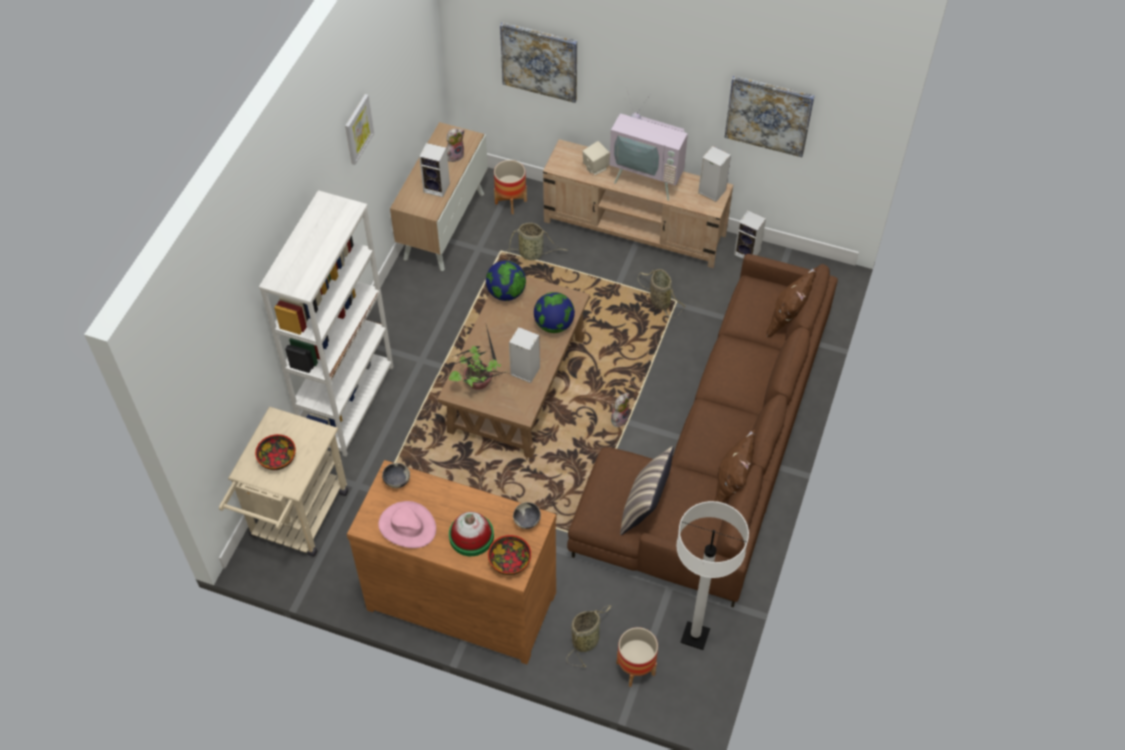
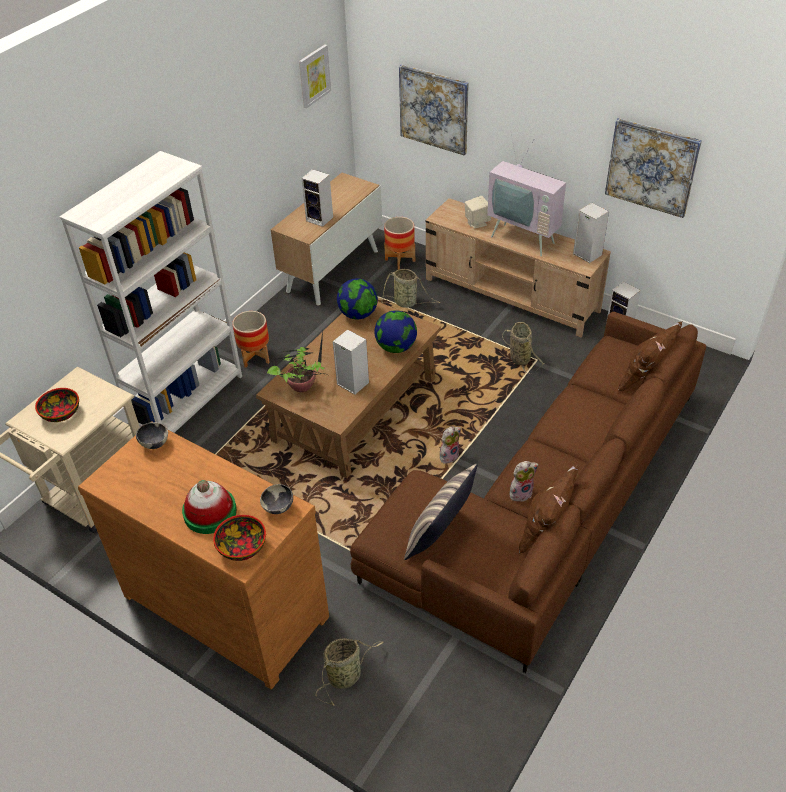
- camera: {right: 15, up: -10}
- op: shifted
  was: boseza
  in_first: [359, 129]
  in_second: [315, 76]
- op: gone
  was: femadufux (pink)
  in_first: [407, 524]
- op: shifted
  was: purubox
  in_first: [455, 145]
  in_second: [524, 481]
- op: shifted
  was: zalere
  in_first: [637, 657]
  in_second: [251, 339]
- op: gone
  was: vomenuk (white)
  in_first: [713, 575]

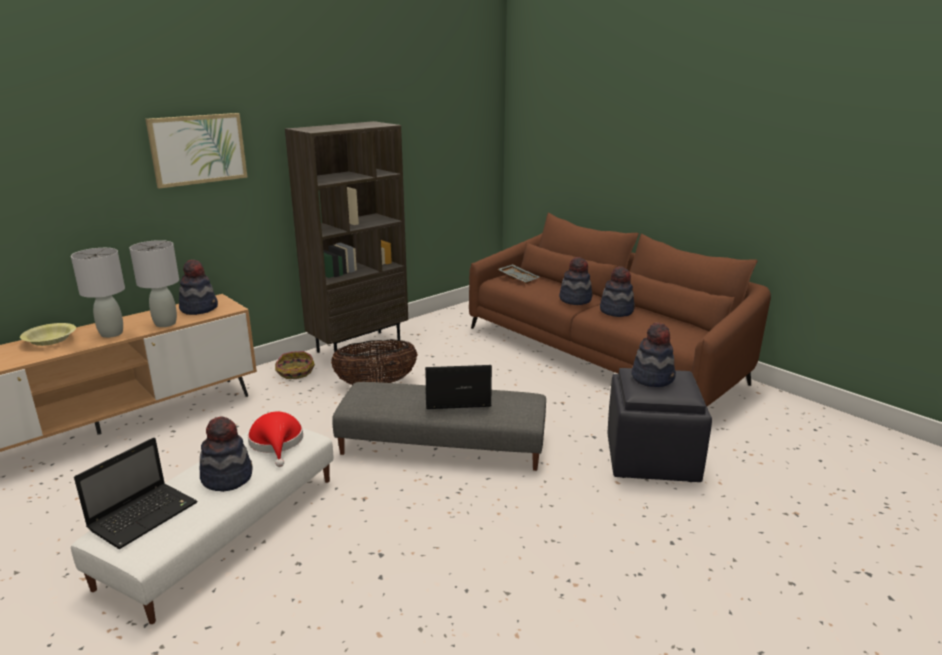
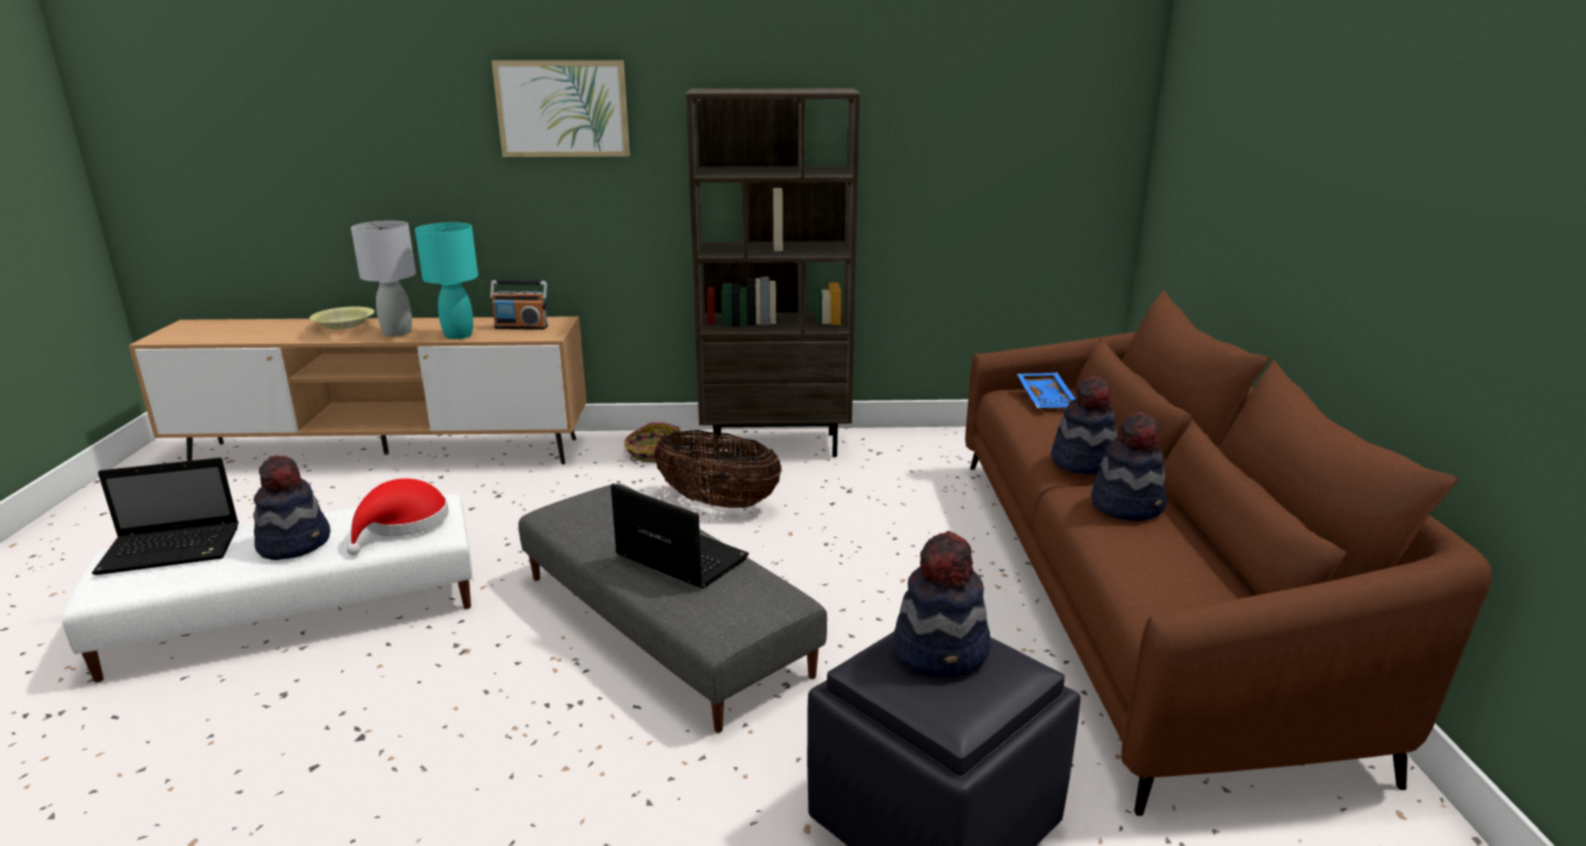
- camera: {right: 40, up: 0}
- op: repainted
  was: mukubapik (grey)
  now: mukubapik (turquoise)
  in_first: [154, 283]
  in_second: [446, 280]
- op: swapped
  was: femadufux
  now: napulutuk
  in_first: [198, 287]
  in_second: [519, 305]
- op: repainted
  was: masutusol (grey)
  now: masutusol (blue)
  in_first: [519, 274]
  in_second: [1046, 392]

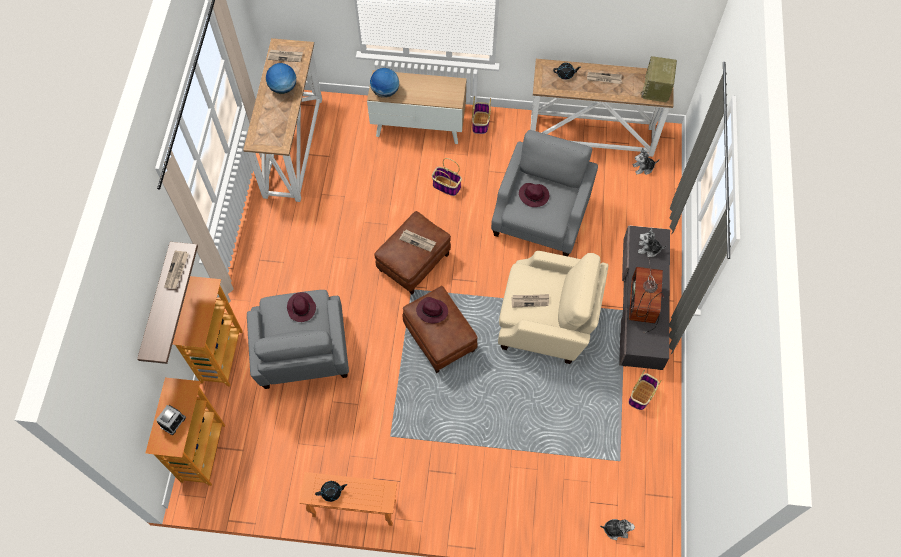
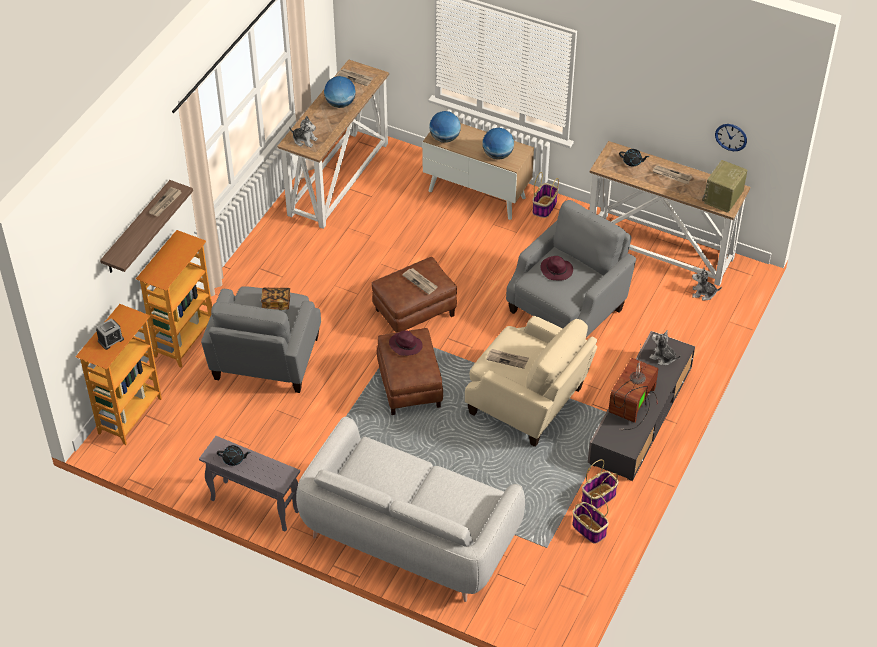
- camera: {right: 20, up: -15}
- op: swapped
  was: femadufux (purple)
  now: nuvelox
  in_first: [301, 307]
  in_second: [275, 299]
- op: repainted
  was: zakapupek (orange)
  now: zakapupek (grey)
  in_first: [348, 499]
  in_second: [249, 483]
- op: shifted
  was: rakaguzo
  in_first: [447, 177]
  in_second: [590, 518]
- op: shifted
  was: purubox
  in_first: [617, 529]
  in_second: [303, 131]
- op: new
  now: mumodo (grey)
  in_second: [410, 509]
- op: new
  now: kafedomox
  in_second: [498, 144]
- op: new
  now: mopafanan
  in_second: [731, 137]

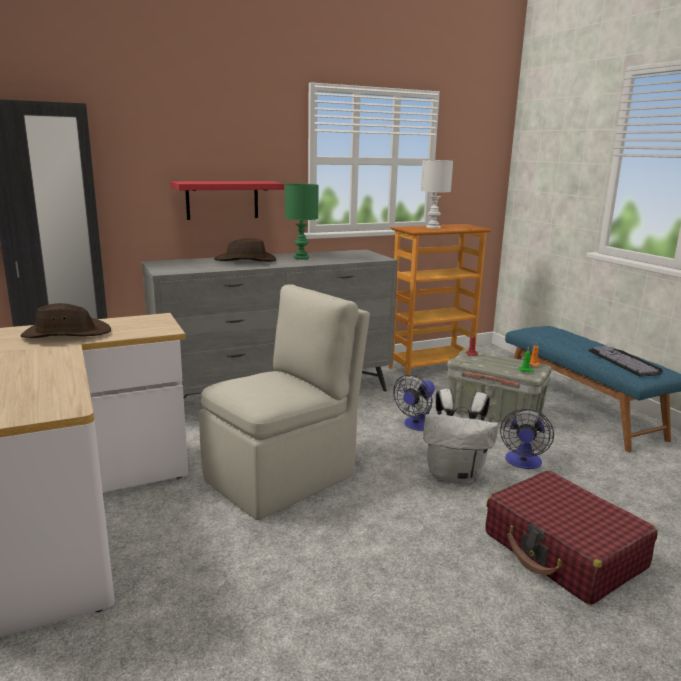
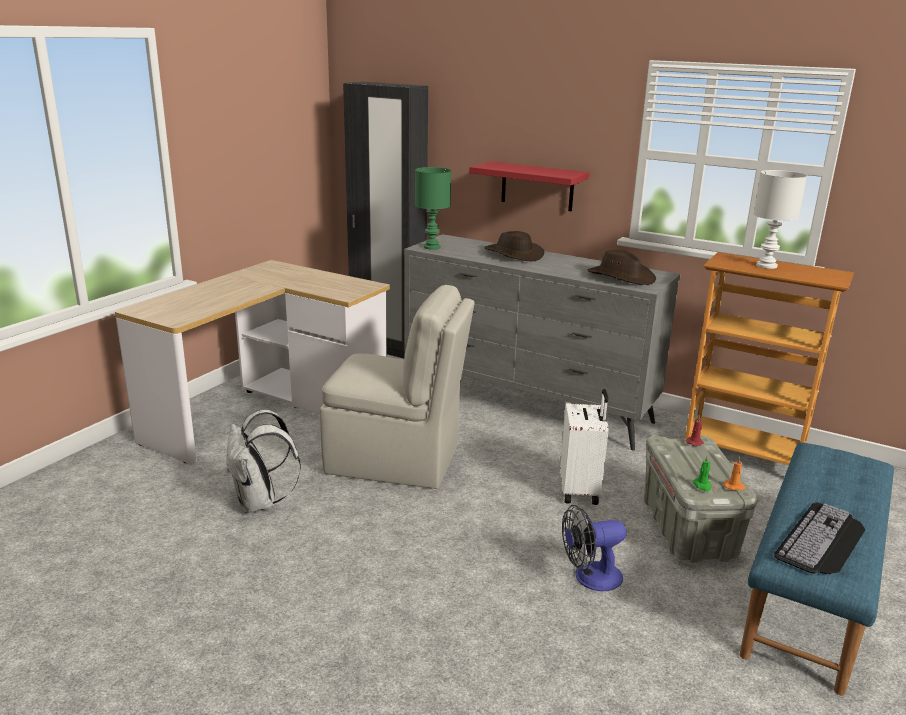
- camera: {right: 55, up: 5}
- op: shifted
  was: femadufux (brown)
  in_first: [66, 320]
  in_second: [622, 267]
- op: shifted
  was: mukubapik (green)
  in_first: [302, 221]
  in_second: [433, 208]
- op: swapped
  was: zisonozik
  now: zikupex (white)
  in_first: [414, 402]
  in_second: [584, 447]
- op: shifted
  was: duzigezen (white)
  in_first: [460, 437]
  in_second: [263, 462]
- op: gone
  was: zikupex (red)
  in_first: [572, 538]

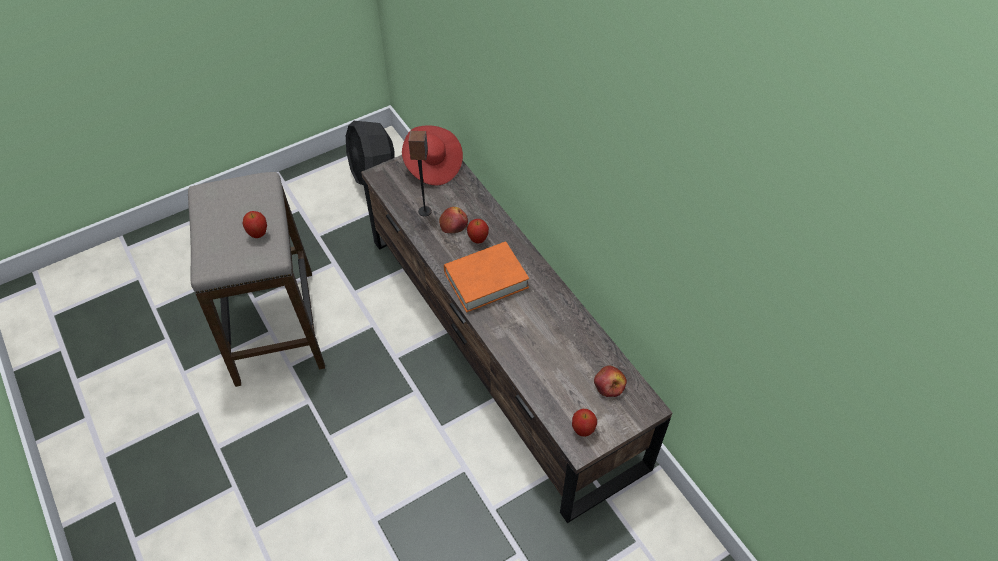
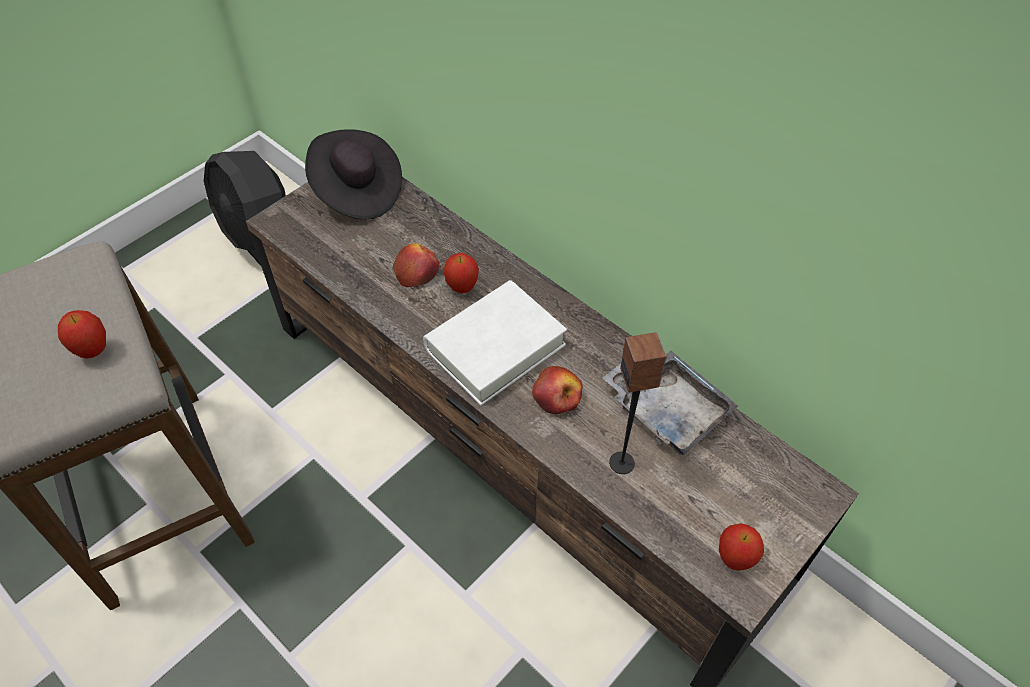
- camera: {right: -15, up: 0}
- op: repainted
  was: femadufux (red)
  now: femadufux (black)
  in_first: [432, 156]
  in_second: [353, 174]
- op: shifted
  was: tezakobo
  in_first: [420, 173]
  in_second: [638, 403]
- op: repainted
  was: nuvelox (orange)
  now: nuvelox (white)
  in_first: [486, 277]
  in_second: [495, 343]
- op: shifted
  was: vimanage
  in_first: [610, 381]
  in_second: [557, 390]
- op: new
  now: masutusol (grey)
  in_second: [670, 403]

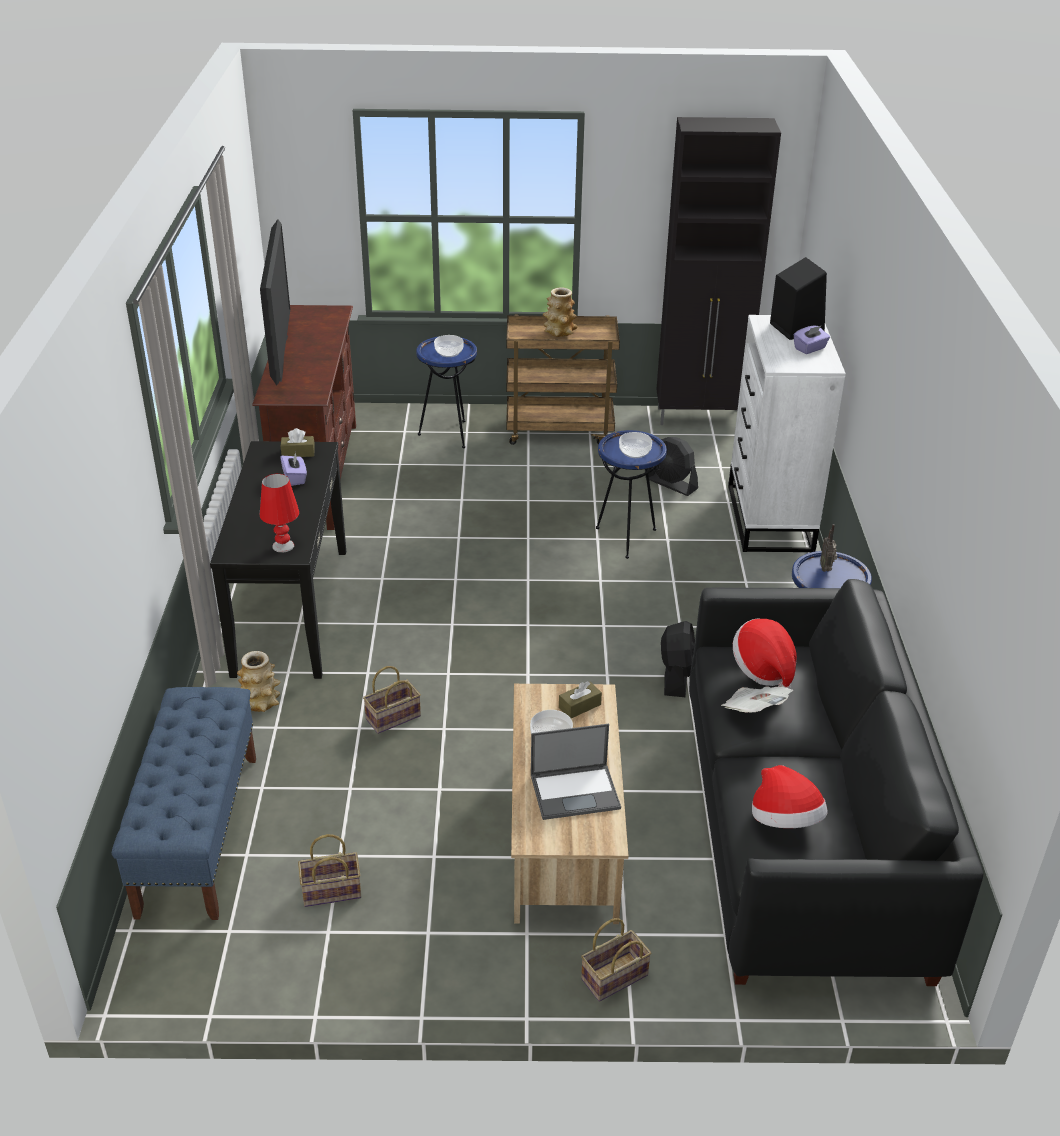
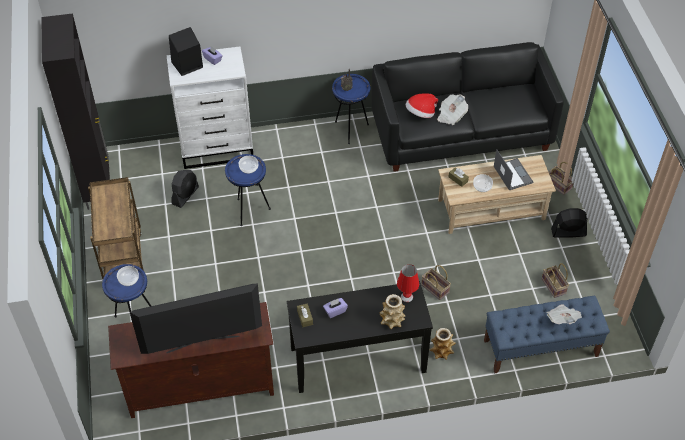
- camera: {right: -100, up: 15}
- op: shifted
  was: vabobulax
  in_first: [560, 312]
  in_second: [392, 311]
- op: shifted
  was: zisonozik (black)
  in_first: [678, 659]
  in_second: [569, 223]
- op: gone
  was: femadufux
  in_first: [789, 796]
- op: new
  now: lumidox
  in_second: [564, 314]

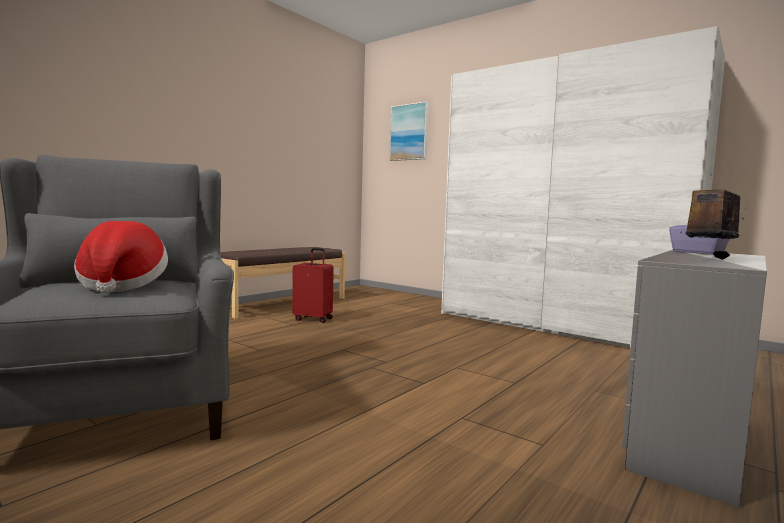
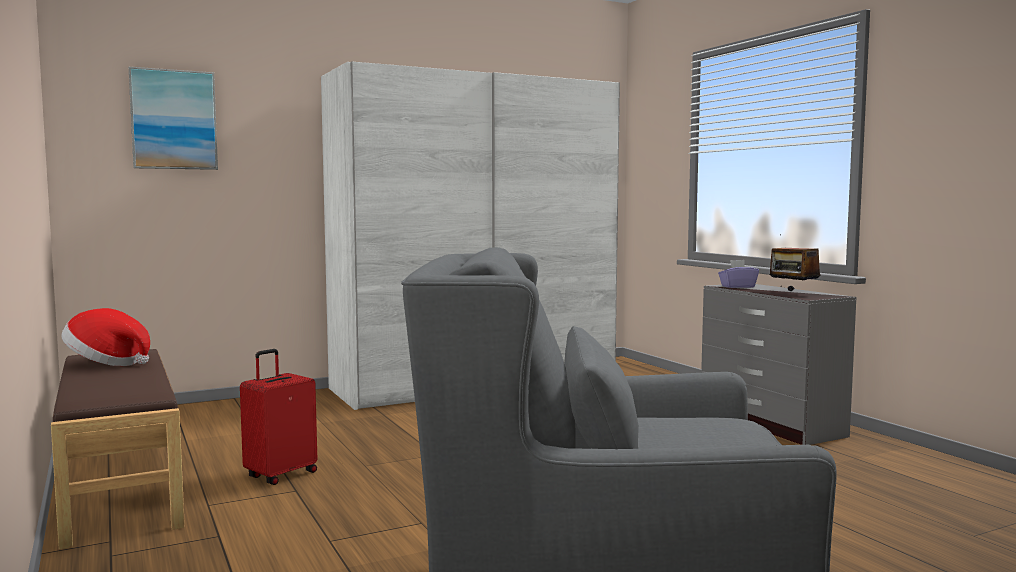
- camera: {right: -65, up: 0}
- op: shifted
  was: femadufux
  in_first: [121, 257]
  in_second: [106, 337]

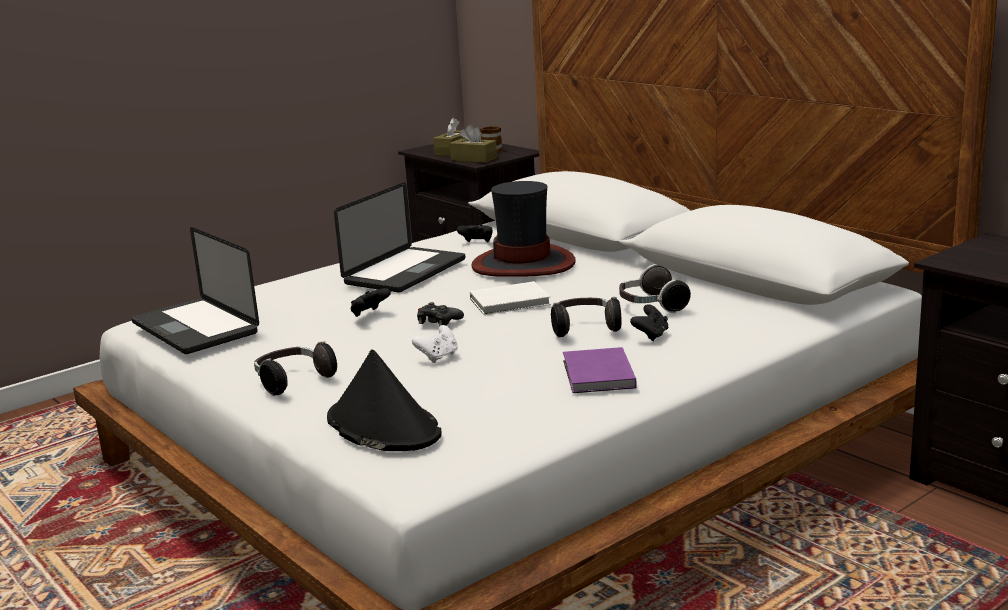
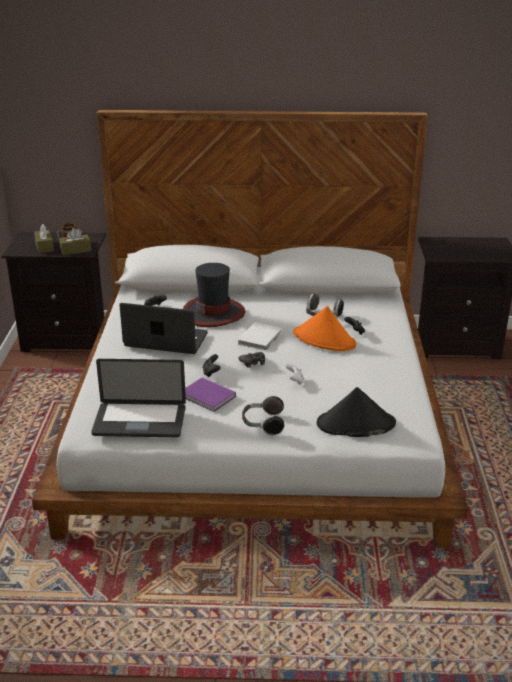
- camera: {right: -50, up: 10}
- op: rotated
  was: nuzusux
  in_first: [399, 237]
  in_second: [163, 328]
  clockwise: -60
- op: swapped
  was: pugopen
  now: femadufux (orange)
  in_first: [586, 317]
  in_second: [324, 328]
- op: shifted
  was: nuvelox (purple)
  in_first: [600, 370]
  in_second: [210, 395]

